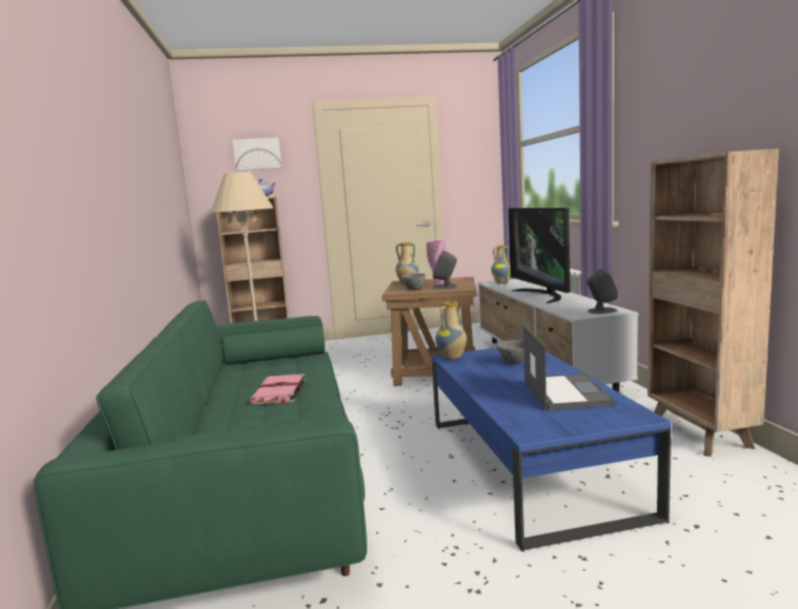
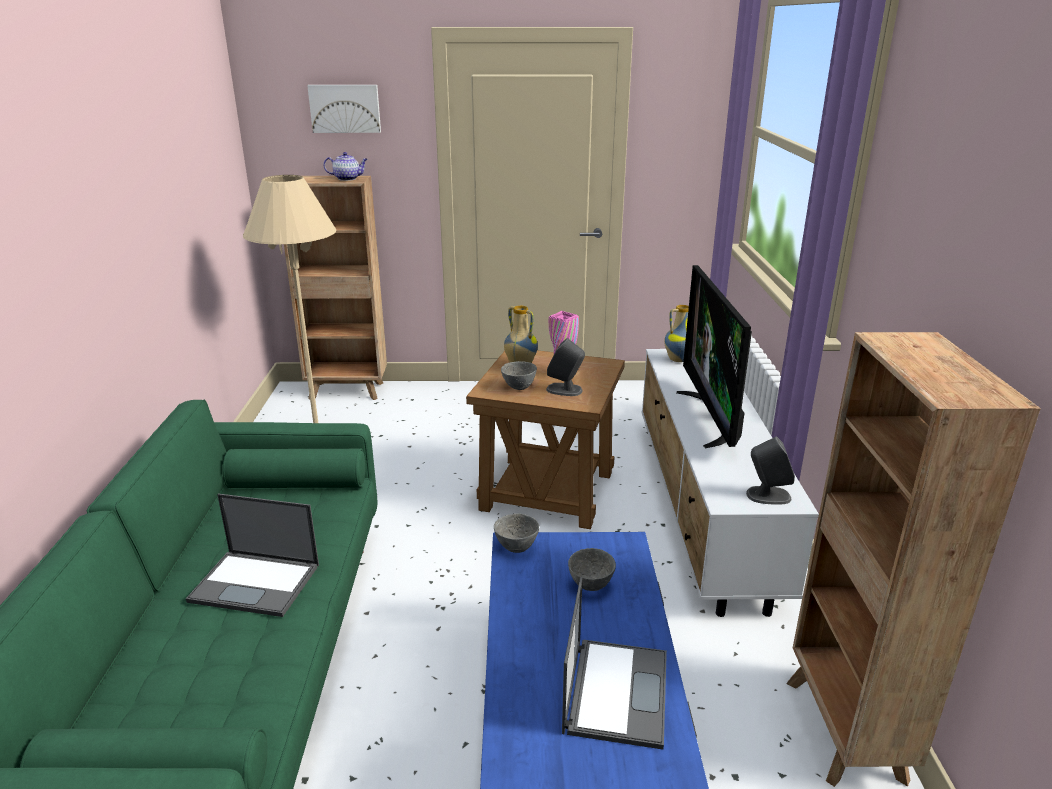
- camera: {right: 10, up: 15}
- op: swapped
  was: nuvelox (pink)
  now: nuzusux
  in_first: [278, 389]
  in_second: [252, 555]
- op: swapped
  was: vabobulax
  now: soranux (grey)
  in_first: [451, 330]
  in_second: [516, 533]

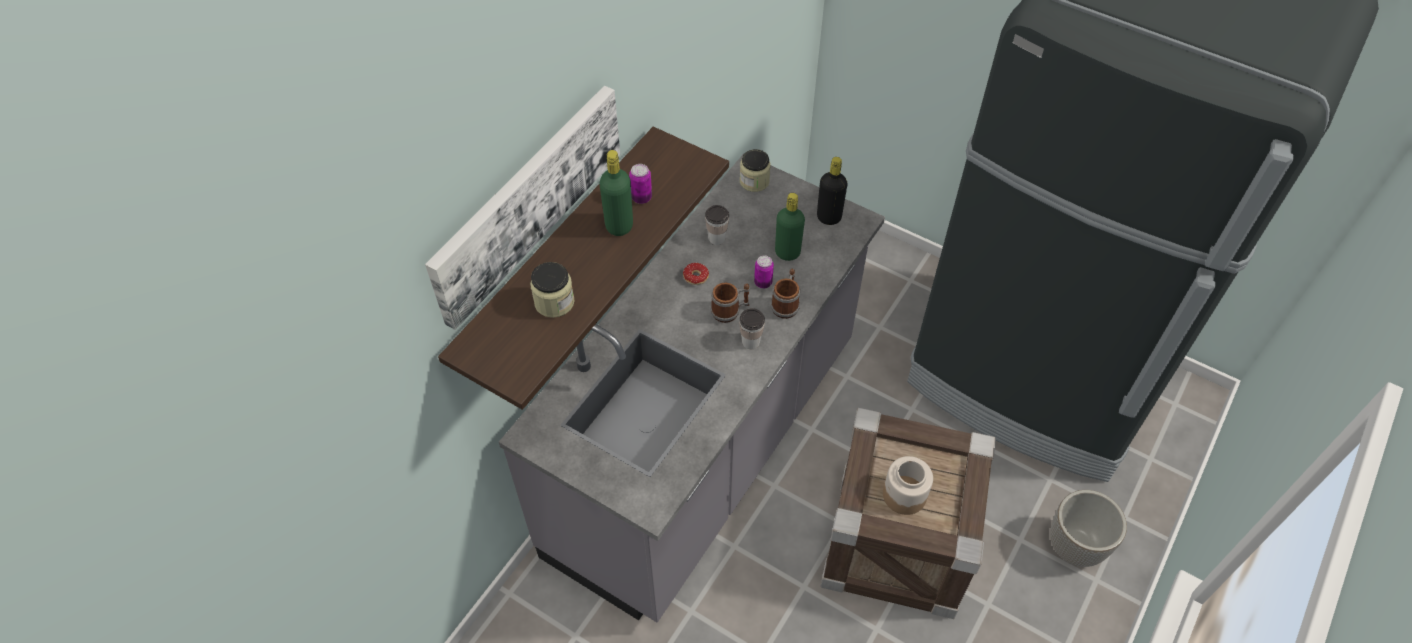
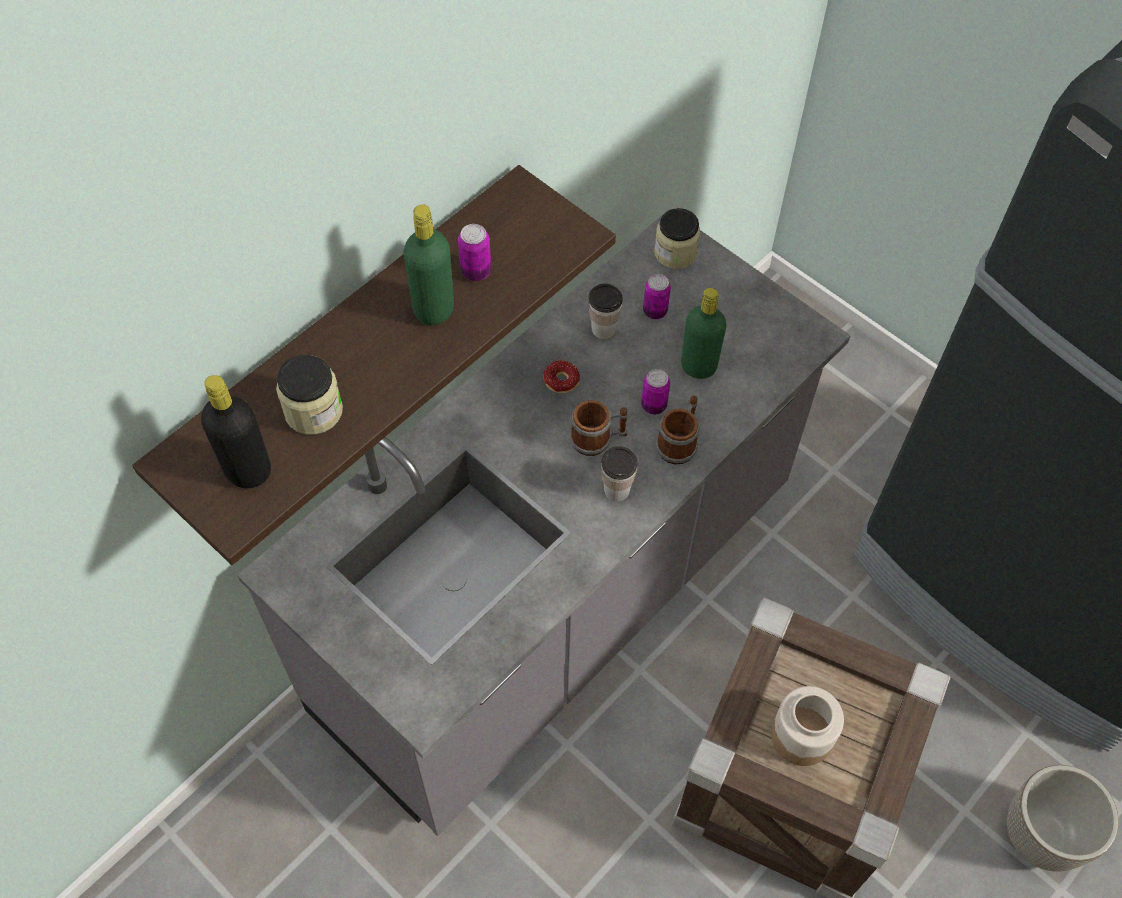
- camera: {right: 10, up: 5}
- op: gone
  was: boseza
  in_first: [522, 208]
- op: shifted
  was: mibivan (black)
  in_first: [832, 191]
  in_second: [236, 431]
- op: new
  now: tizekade
  in_second: [657, 296]

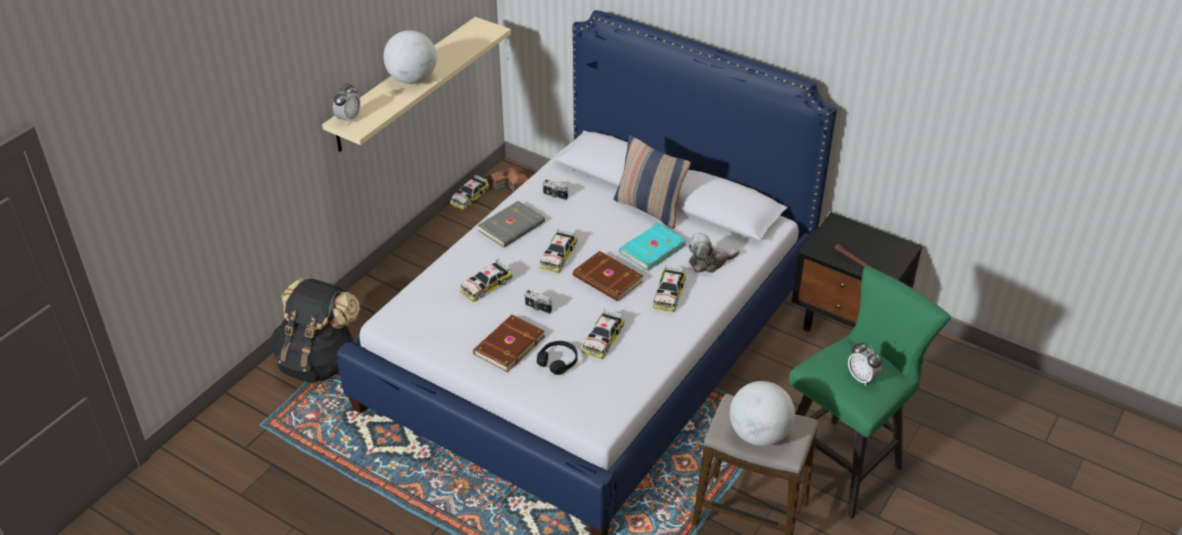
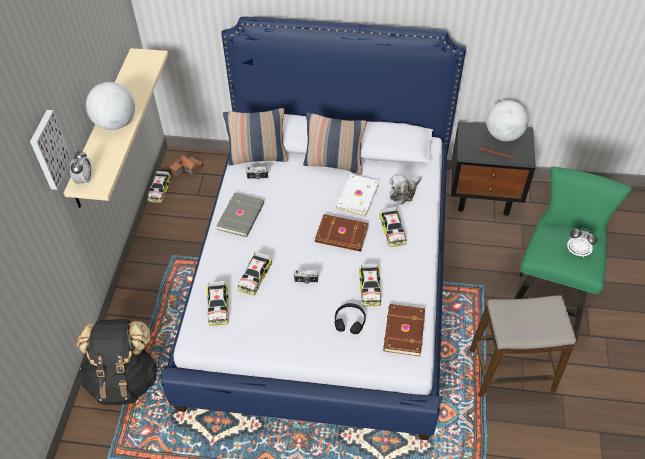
- camera: {right: -25, up: 10}
- op: shifted
  was: nuvelox (brown)
  in_first: [509, 343]
  in_second: [404, 330]
- op: shifted
  was: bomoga
  in_first: [558, 251]
  in_second: [217, 303]
- op: repainted
  was: nuvelox (turquoise)
  now: nuvelox (white)
  in_first: [652, 247]
  in_second: [357, 195]
- op: shifted
  was: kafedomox
  in_first: [762, 413]
  in_second: [507, 120]
- op: new
  now: boseza
  in_second: [51, 150]
- op: new
  now: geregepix
  in_second: [255, 136]

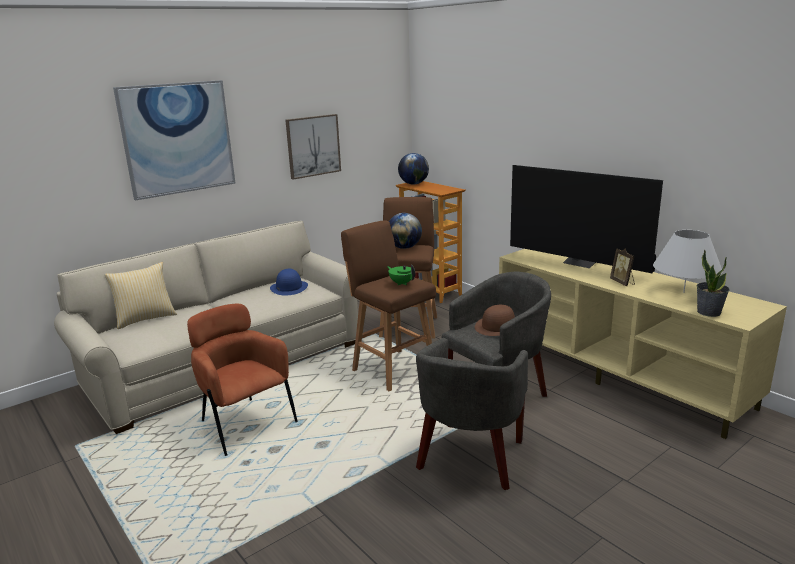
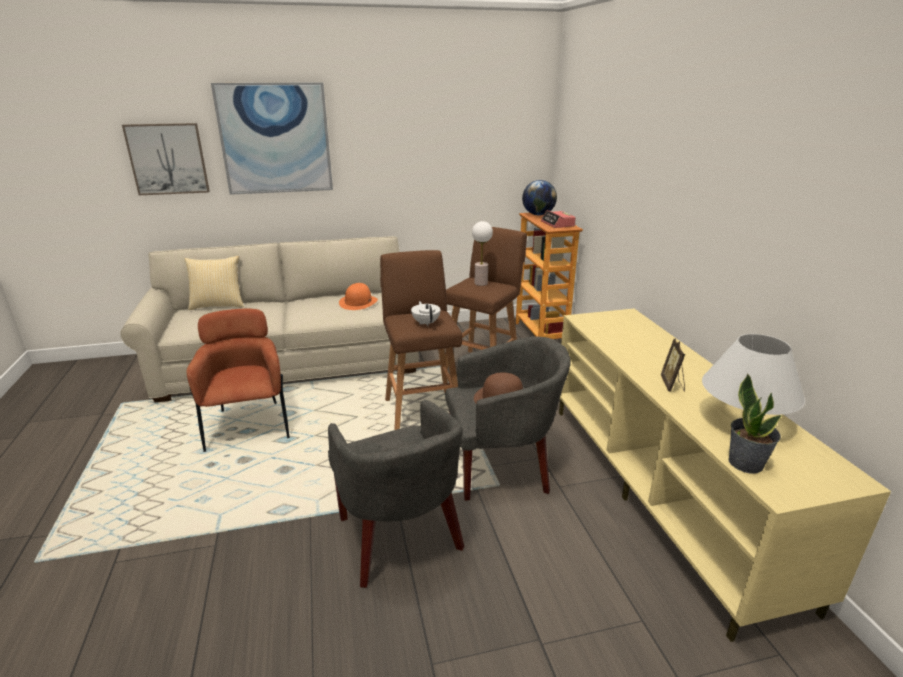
- camera: {right: 25, up: 5}
- op: repainted
  was: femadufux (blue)
  now: femadufux (orange)
  in_first: [289, 282]
  in_second: [358, 296]
- op: shifted
  was: boseza
  in_first: [313, 147]
  in_second: [166, 159]
- op: repainted
  was: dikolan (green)
  now: dikolan (white)
  in_first: [401, 275]
  in_second: [426, 313]
- op: swapped
  was: kafedomox
  now: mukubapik
  in_first: [405, 231]
  in_second: [482, 253]
- op: rotated
  was: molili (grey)
  in_first: [472, 414]
  in_second: [396, 494]
  clockwise: -75
- op: gone
  was: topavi
  in_first: [586, 219]
- op: new
  now: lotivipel
  in_second: [558, 219]

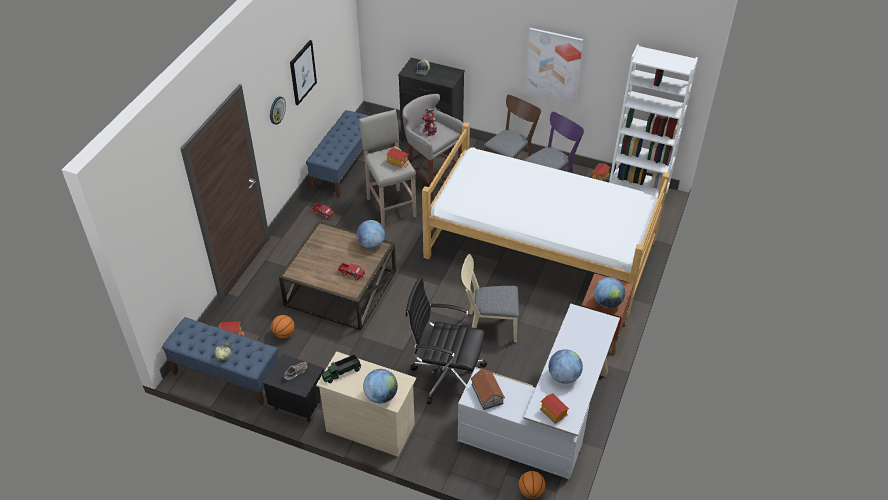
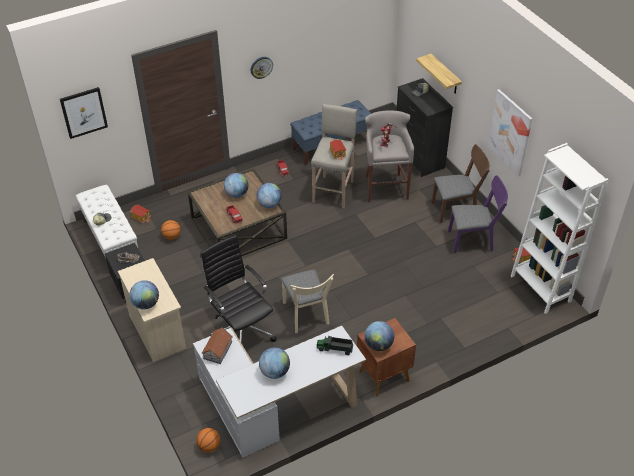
- camera: {right: 40, up: 0}
- op: repainted
  was: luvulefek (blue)
  now: luvulefek (white)
  in_first: [220, 361]
  in_second: [107, 222]
- op: shifted
  was: boseza
  in_first: [303, 72]
  in_second: [84, 113]
- op: shifted
  was: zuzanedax
  in_first: [342, 368]
  in_second: [335, 345]
- op: gone
  was: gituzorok
  in_first: [546, 220]
- op: rotated
  was: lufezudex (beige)
  in_first: [490, 298]
  in_second: [307, 301]
  clockwise: -150
- op: gone
  was: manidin
  in_first: [554, 408]
- op: new
  now: kafedomox
  in_second: [236, 185]
- op: new
  now: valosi
  in_second: [439, 74]

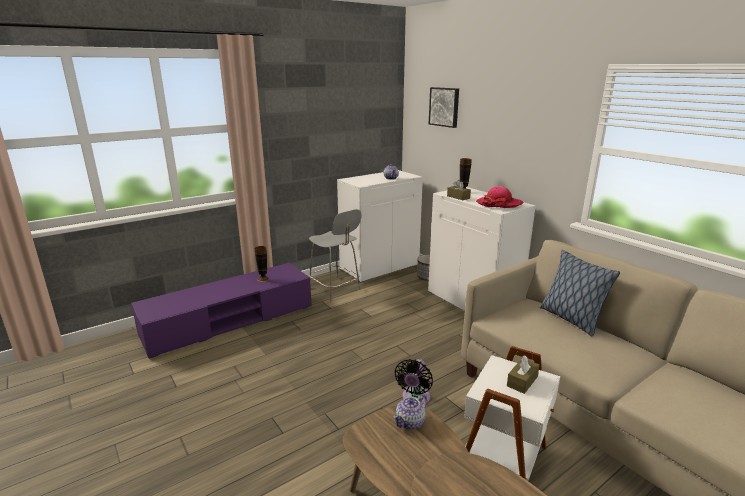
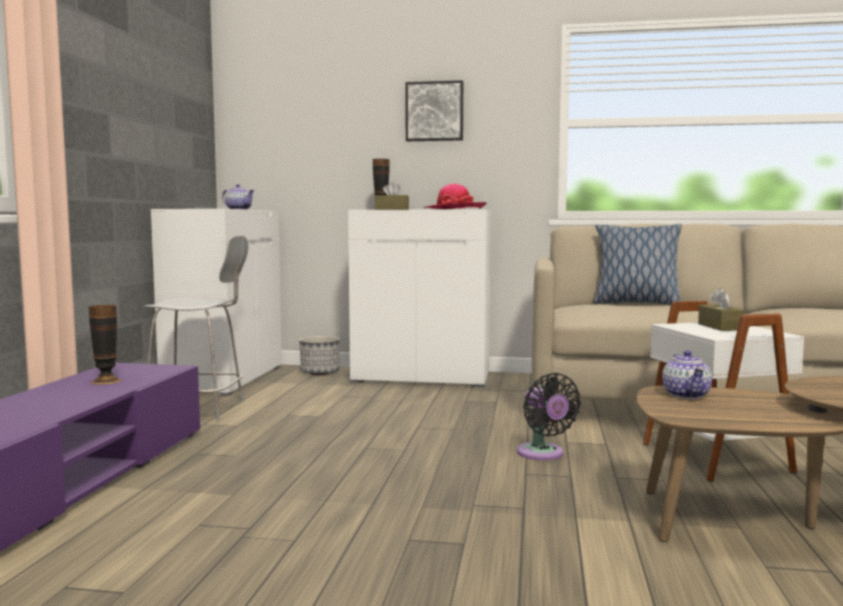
- camera: {right: -45, up: -15}
- op: shifted
  was: boseza
  in_first: [444, 107]
  in_second: [434, 110]

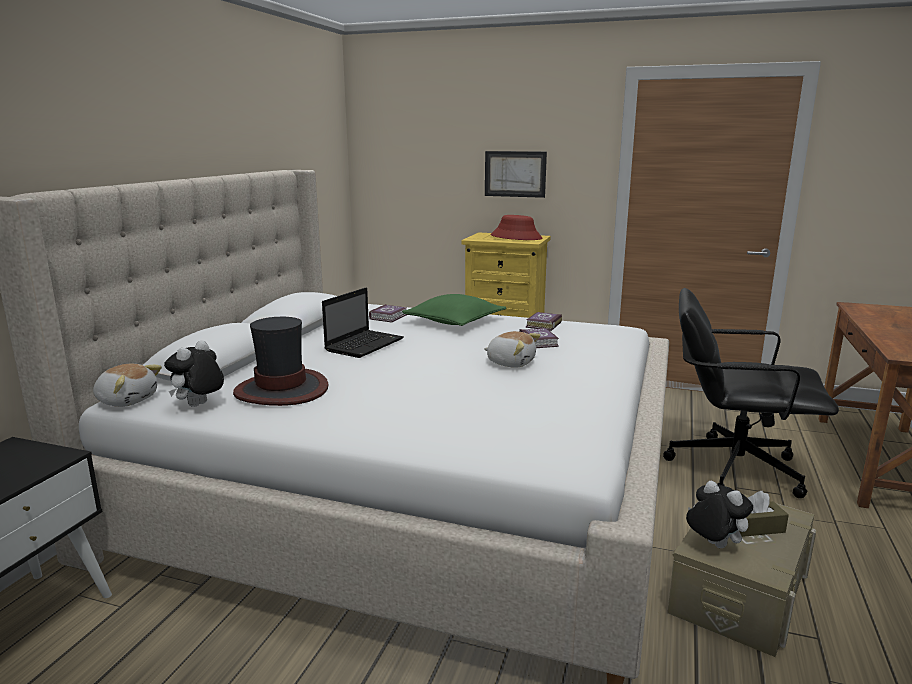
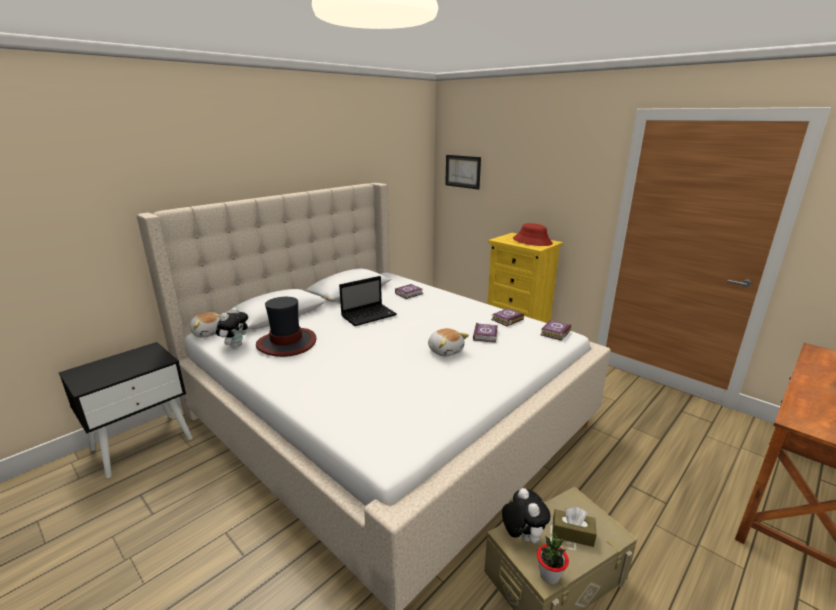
- camera: {right: 25, up: 5}
- op: rotated
  was: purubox
  in_first: [194, 373]
  in_second: [232, 327]
  clockwise: 150
- op: gone
  was: geregepix (green)
  in_first: [454, 310]
- op: shifted
  was: boseza
  in_first: [516, 174]
  in_second: [463, 172]
- op: gone
  was: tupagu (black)
  in_first: [751, 393]
- op: new
  now: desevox
  in_second: [553, 558]
- op: new
  now: nuvelox
  in_second: [555, 330]

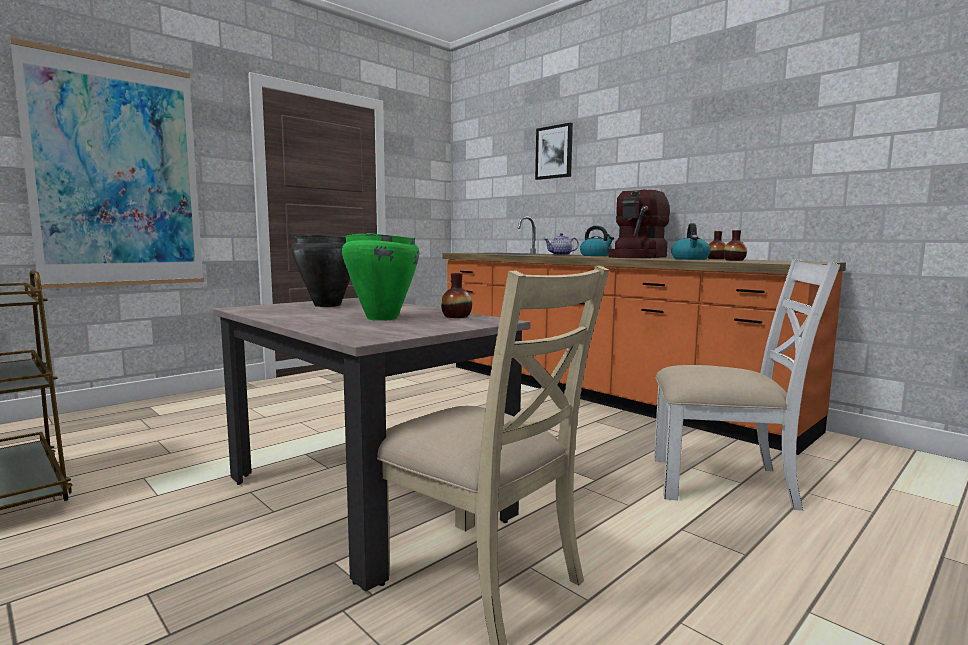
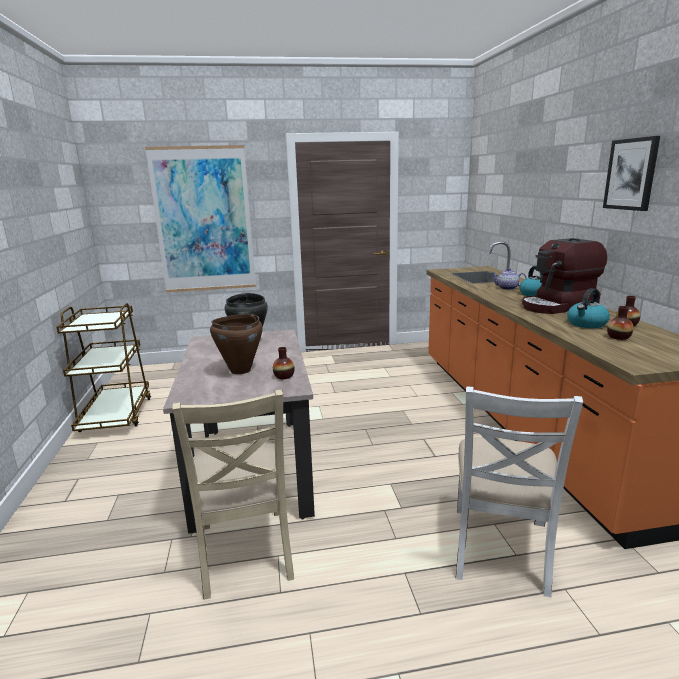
- camera: {right: 35, up: 10}
- op: repainted
  was: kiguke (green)
  now: kiguke (brown)
  in_first: [380, 277]
  in_second: [236, 344]
- op: shifted
  was: boseza
  in_first: [554, 151]
  in_second: [631, 173]
- op: rotated
  was: lufezudex (white)
  in_first: [747, 385]
  in_second: [519, 491]
  clockwise: 60

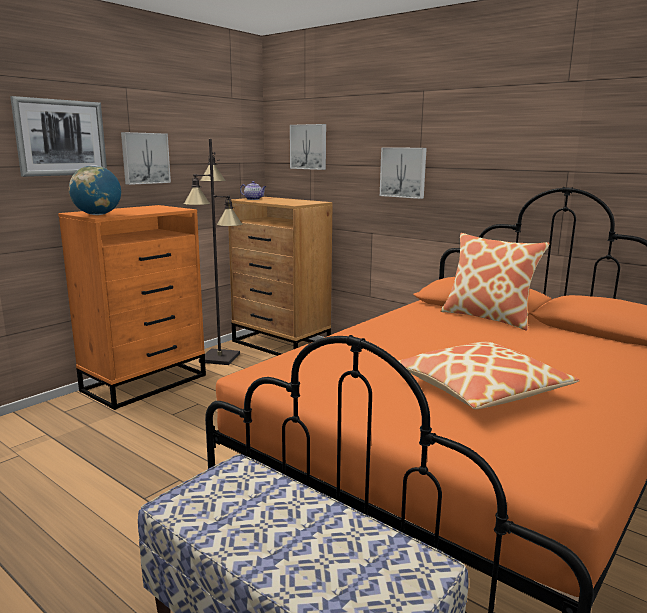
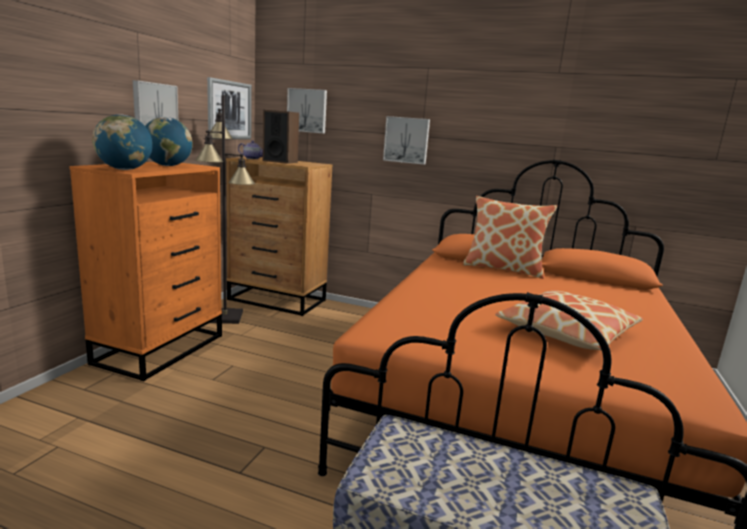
- camera: {right: -20, up: 0}
- op: shifted
  was: boseza
  in_first: [58, 136]
  in_second: [229, 108]
- op: new
  now: kafedomox
  in_second: [169, 141]
- op: new
  now: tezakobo
  in_second: [281, 137]

